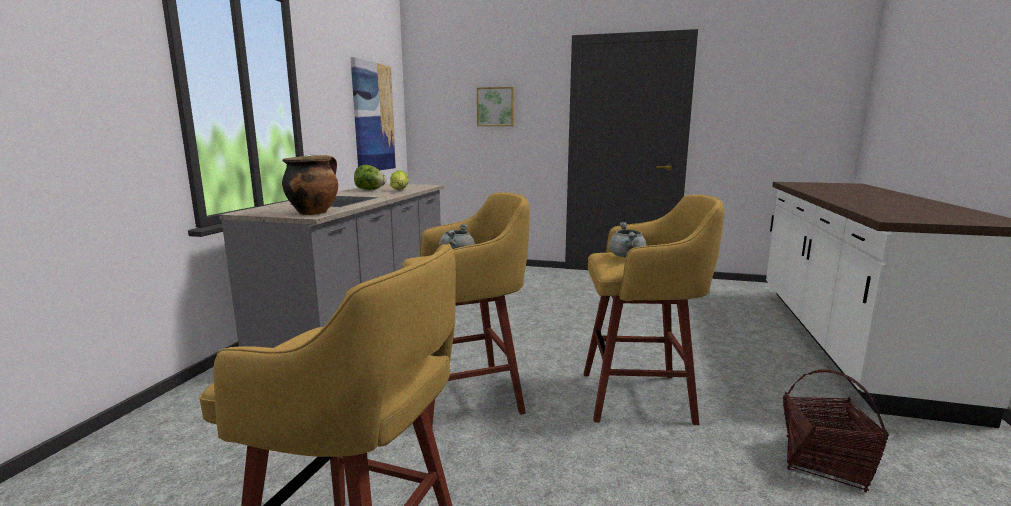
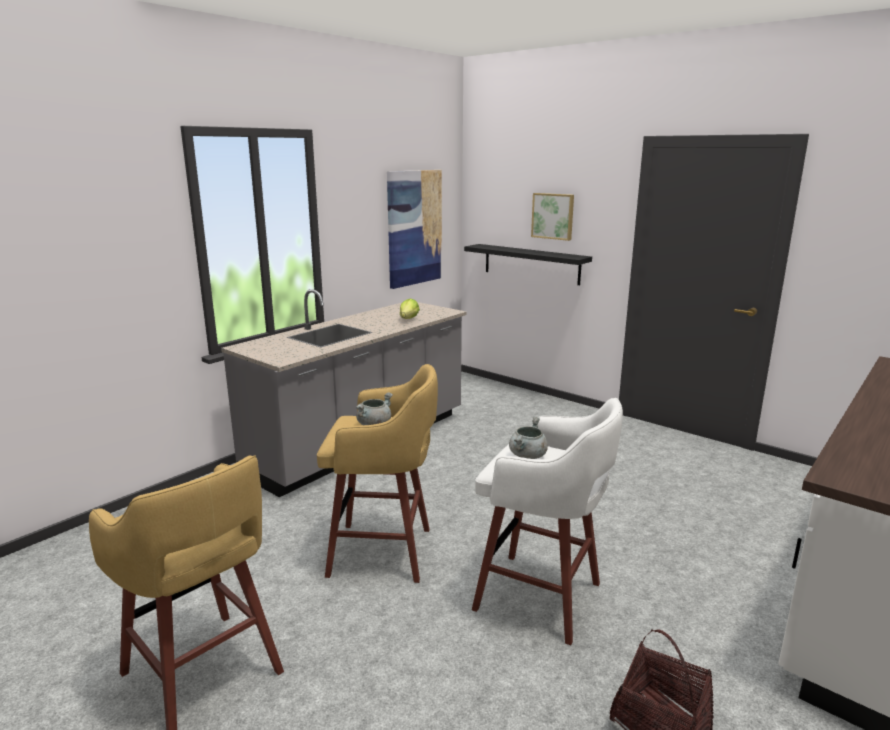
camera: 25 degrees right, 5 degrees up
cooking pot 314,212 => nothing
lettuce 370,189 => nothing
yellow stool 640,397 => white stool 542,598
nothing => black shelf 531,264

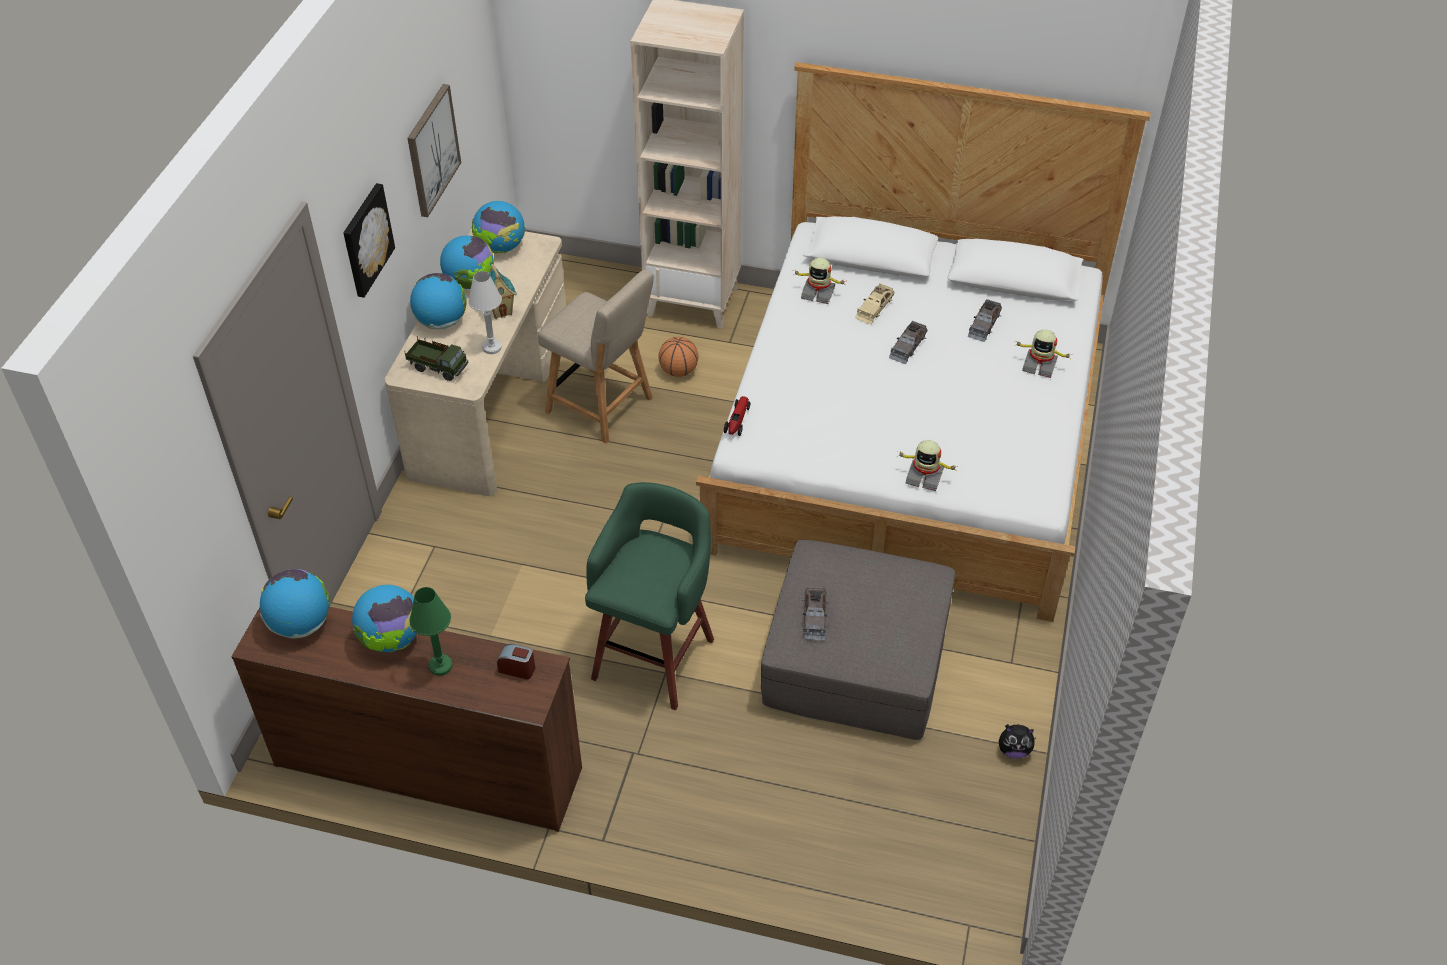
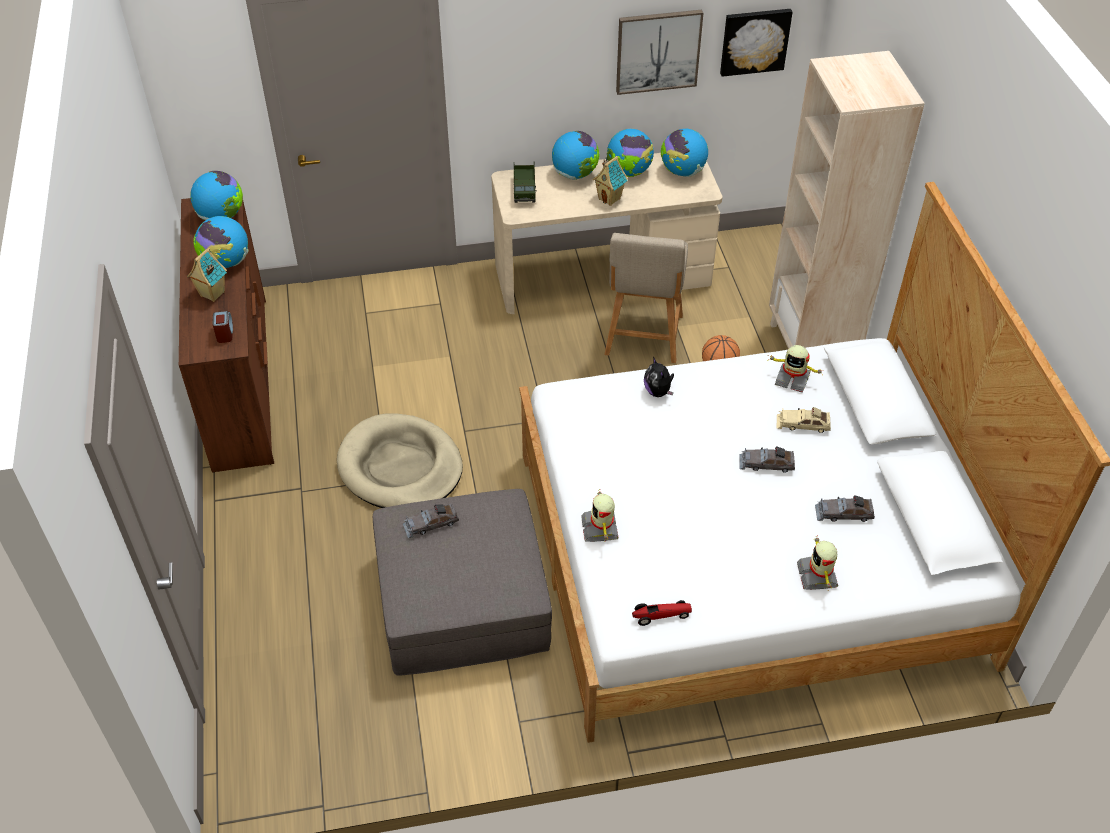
camera: 65 degrees right, 0 degrees up
picture 365,239 => picture 754,41, shifted
green table lamp 440,666 => toy house 211,294
white table lamp 492,347 => nothing
green stool 655,656 => beige dog bed 400,467
toy car 737,420 => toy car 661,615, shifted
toy robot 818,292 => toy robot 792,379, 60 degrees counterclockwise
plush toy 1014,750 => plush toy 658,391, shifted

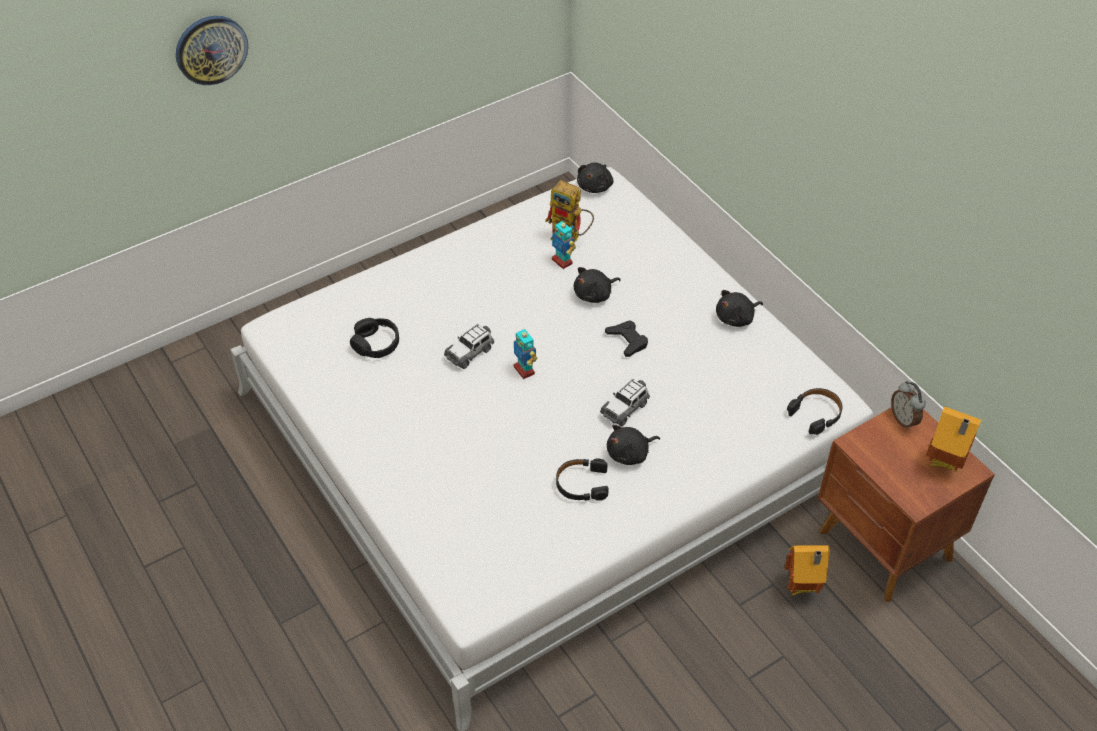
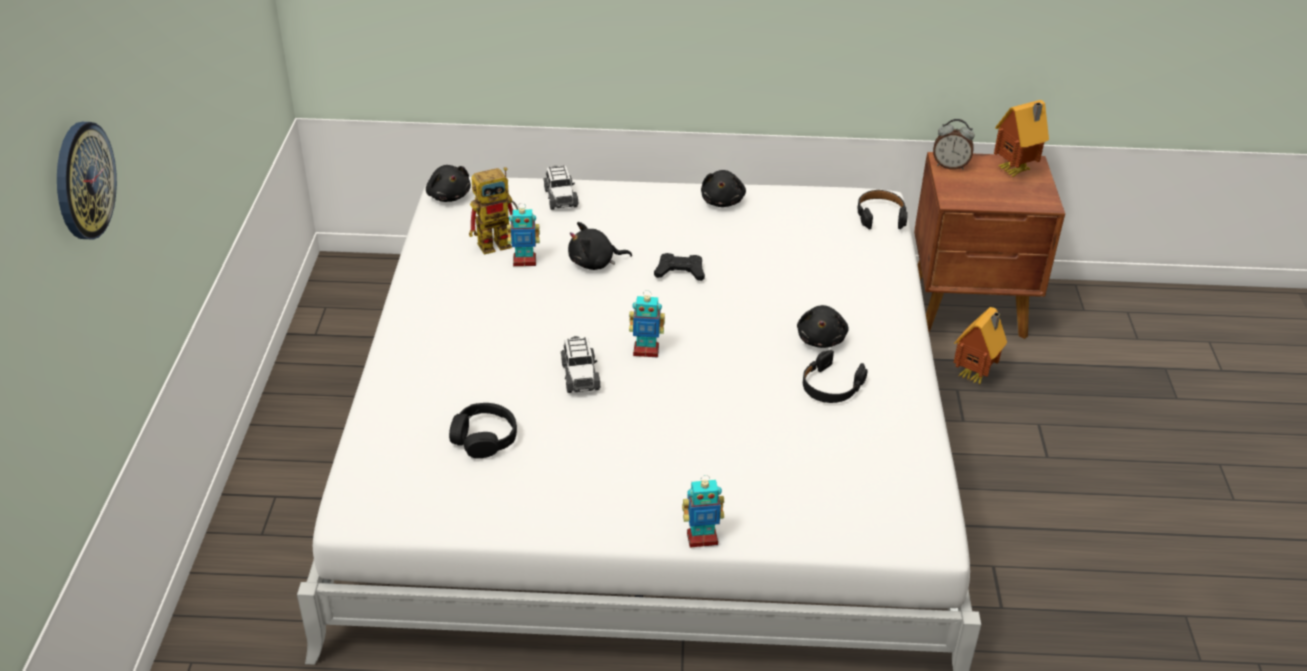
camera: 55 degrees left, 10 degrees down
black plush toy 594,294 => black plush toy 595,263, 75 degrees clockwise
toy car 625,408 => toy car 560,197, shifted
nothing => toy robot 702,538

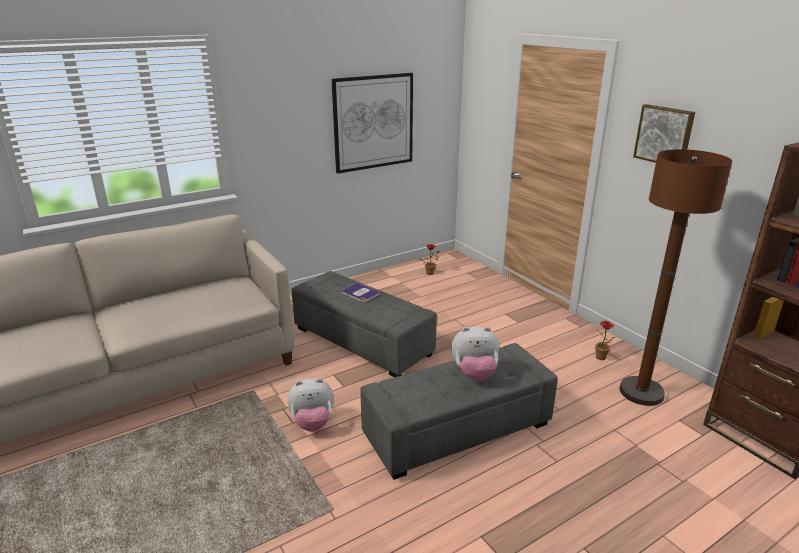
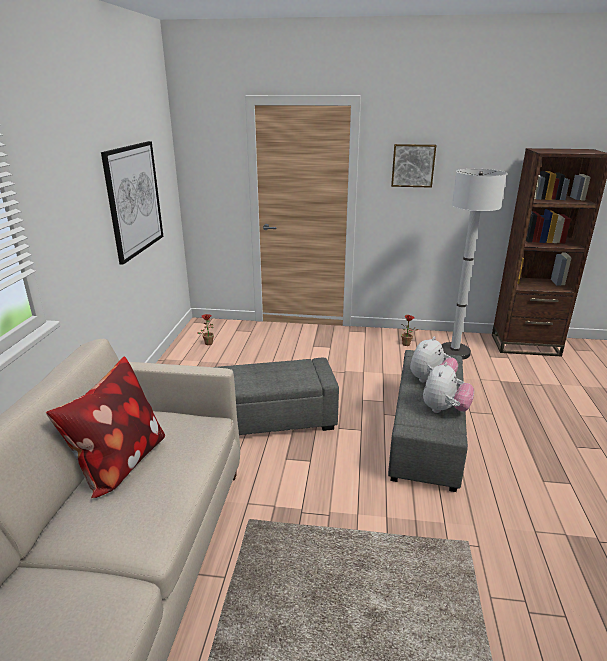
camera: 50 degrees left, 0 degrees up
plush toy 312,423 => plush toy 444,410, shifted
book 360,293 => nothing
brown floor lamp 641,392 => white floor lamp 454,352
nothing => pillow 119,463

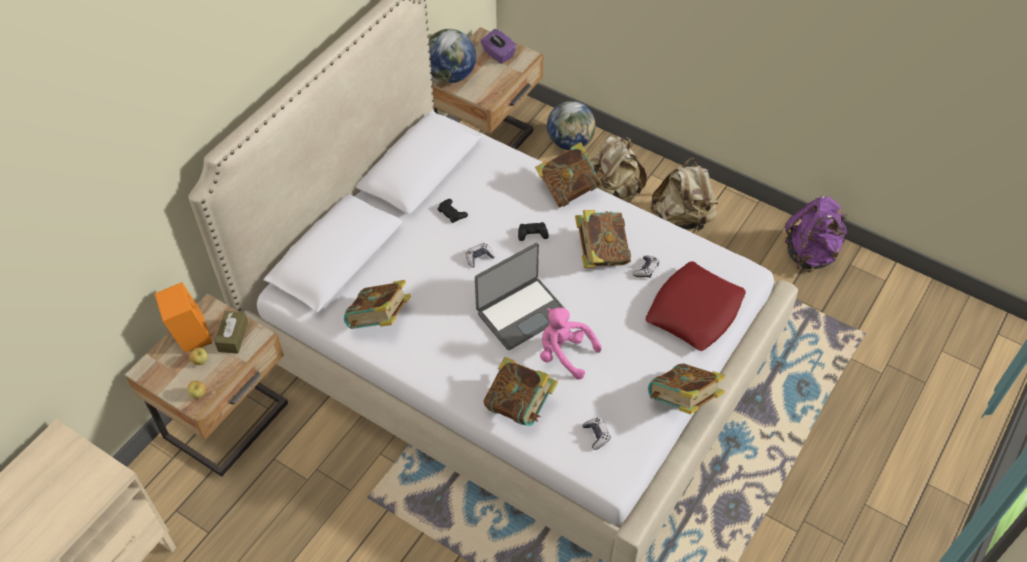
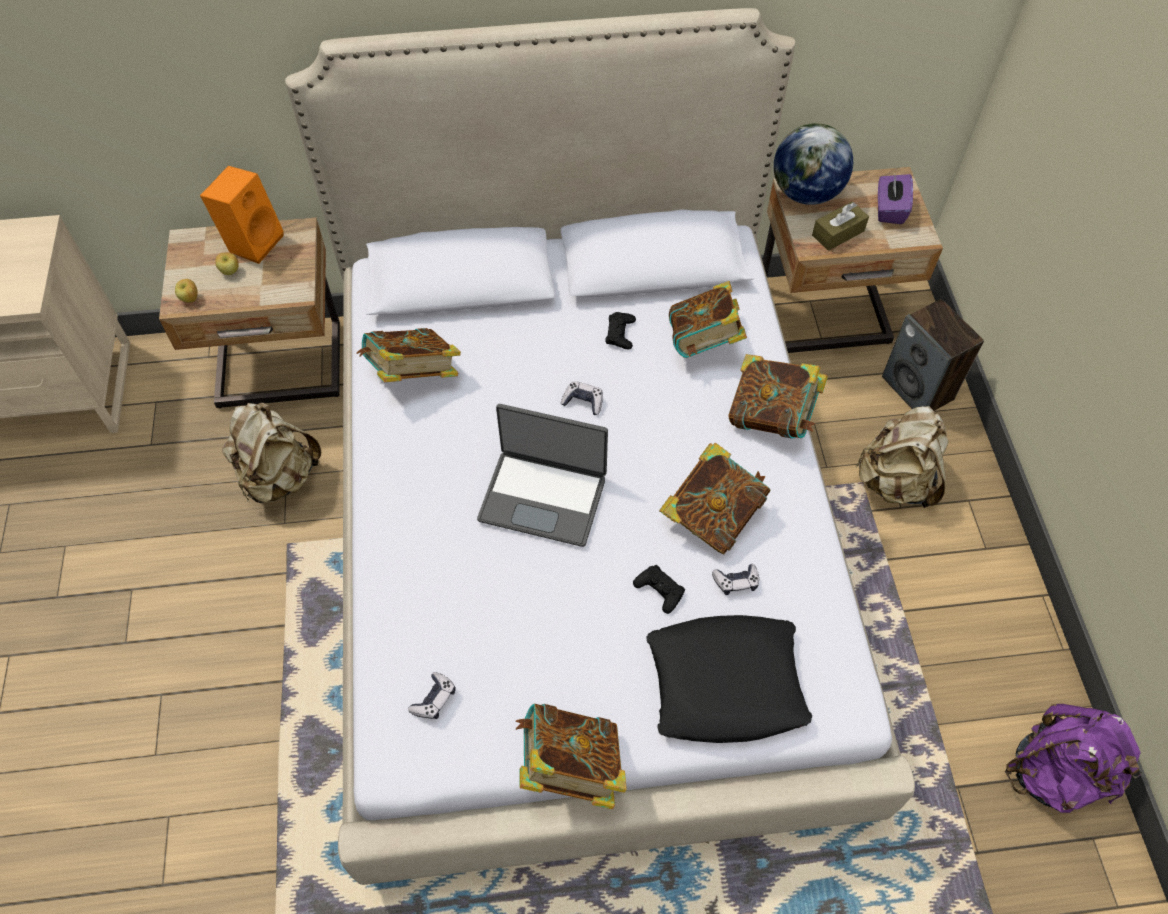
camera: 50 degrees right, 5 degrees up
brown tissue box 233,336 => brown tissue box 838,233, shifted
book 520,405 => book 704,343, shifted
black game controller 532,233 => black game controller 659,590, shifted
pink plush toy 564,354 => nothing
globe 570,142 => speaker 918,388
red pillow 694,311 => black pillow 726,683
beige backpack 682,218 => beige backpack 279,477, shifted

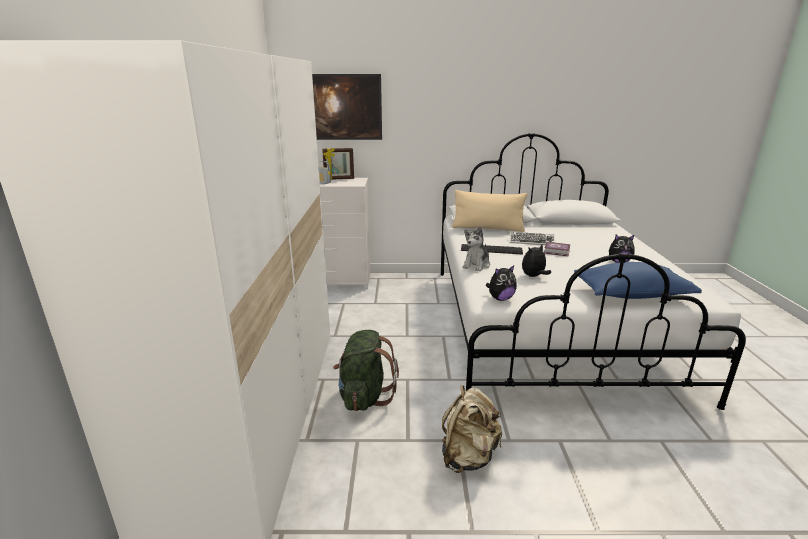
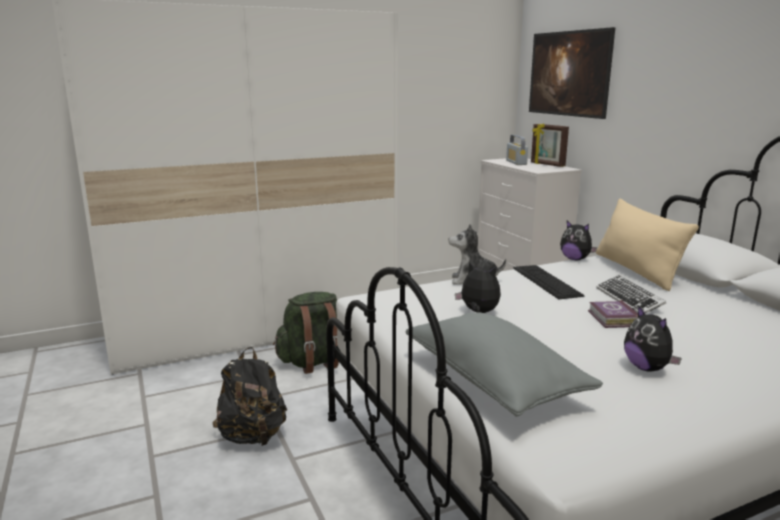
camera: 65 degrees right, 5 degrees down
beige backpack 468,456 => black backpack 253,436
plush toy 500,298 => plush toy 575,259, shifted
blue pillow 631,295 => grey pillow 493,381

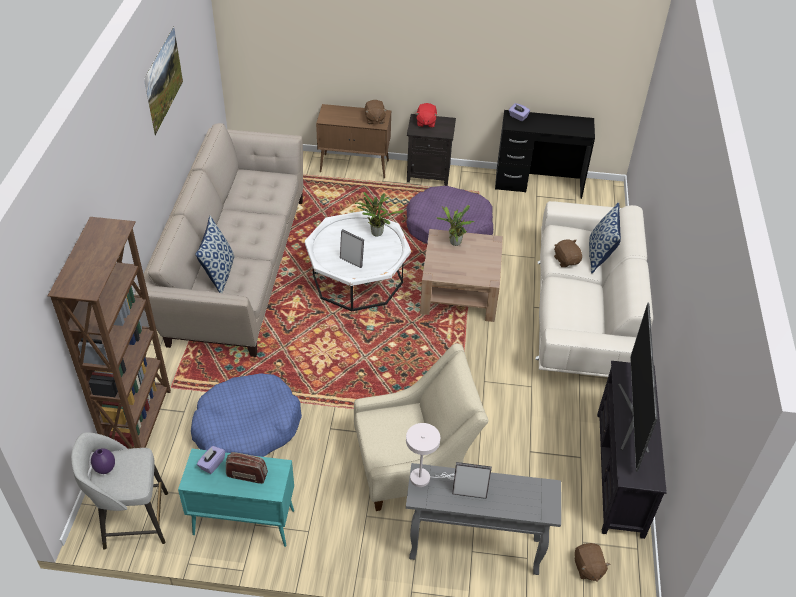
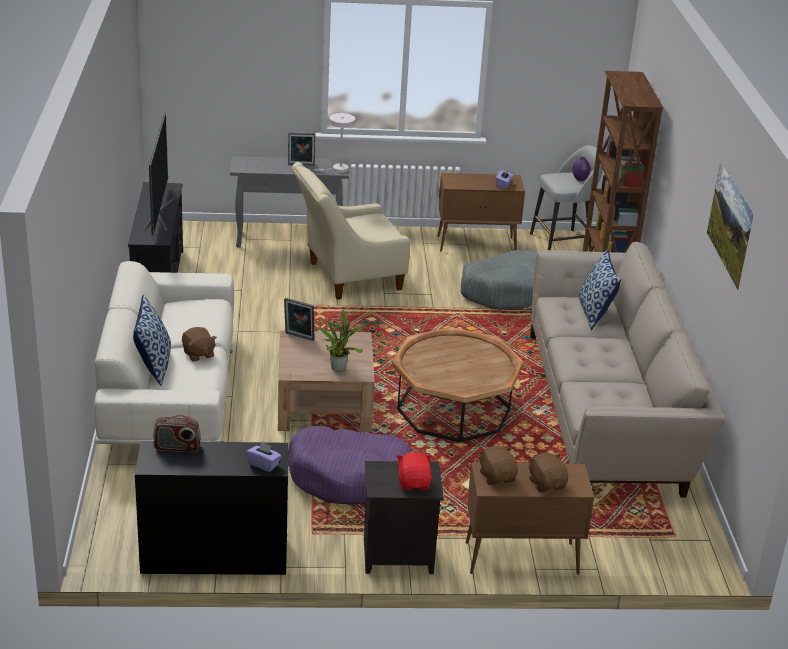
camera: 170 degrees right, 15 degrees down
turquoise cabinet 243,522 => brown cabinet 477,244
blue dog bed 247,427 => grey dog bed 507,291
radio 247,475 => radio 177,447, shifted
white coffee table 357,278 => brown coffee table 453,409
picture frame 352,261 => picture frame 298,337, shifted
potted plant 376,232 => nothing
brown plush toy 588,568 => brown plush toy 547,484, shifted

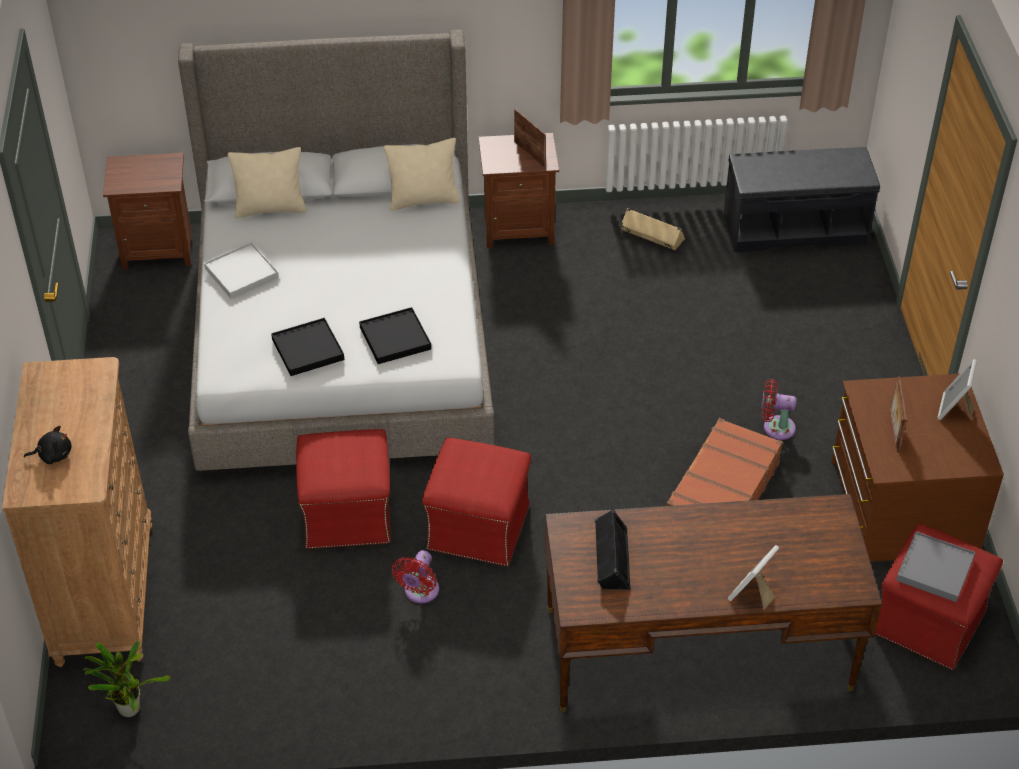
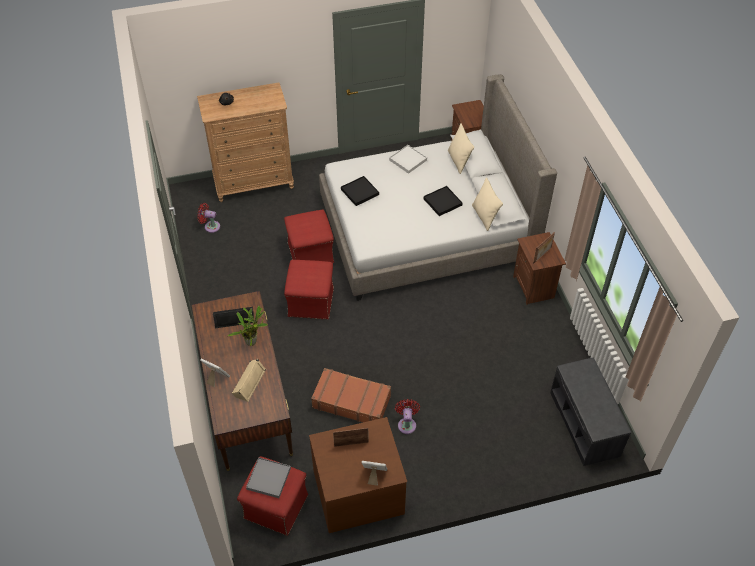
camera: 80 degrees right, 5 degrees up
potted plant 128,707 => potted plant 252,341, shifted
black tray 395,338 => black tray 442,202, shifted
red fan 420,592 => red fan 210,226, shifted
beige speaker 651,236 => beige speaker 248,382, shifted

